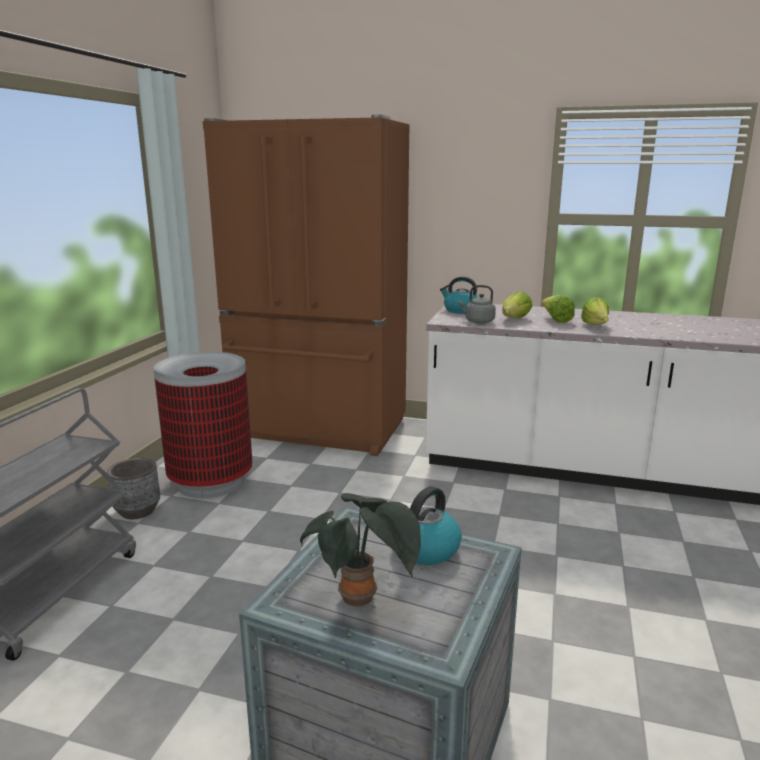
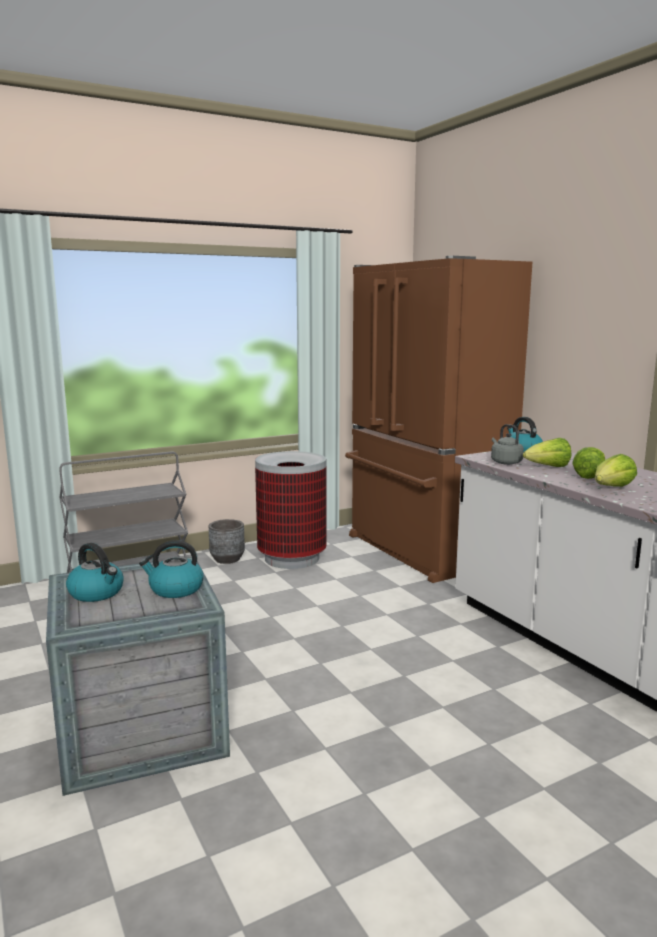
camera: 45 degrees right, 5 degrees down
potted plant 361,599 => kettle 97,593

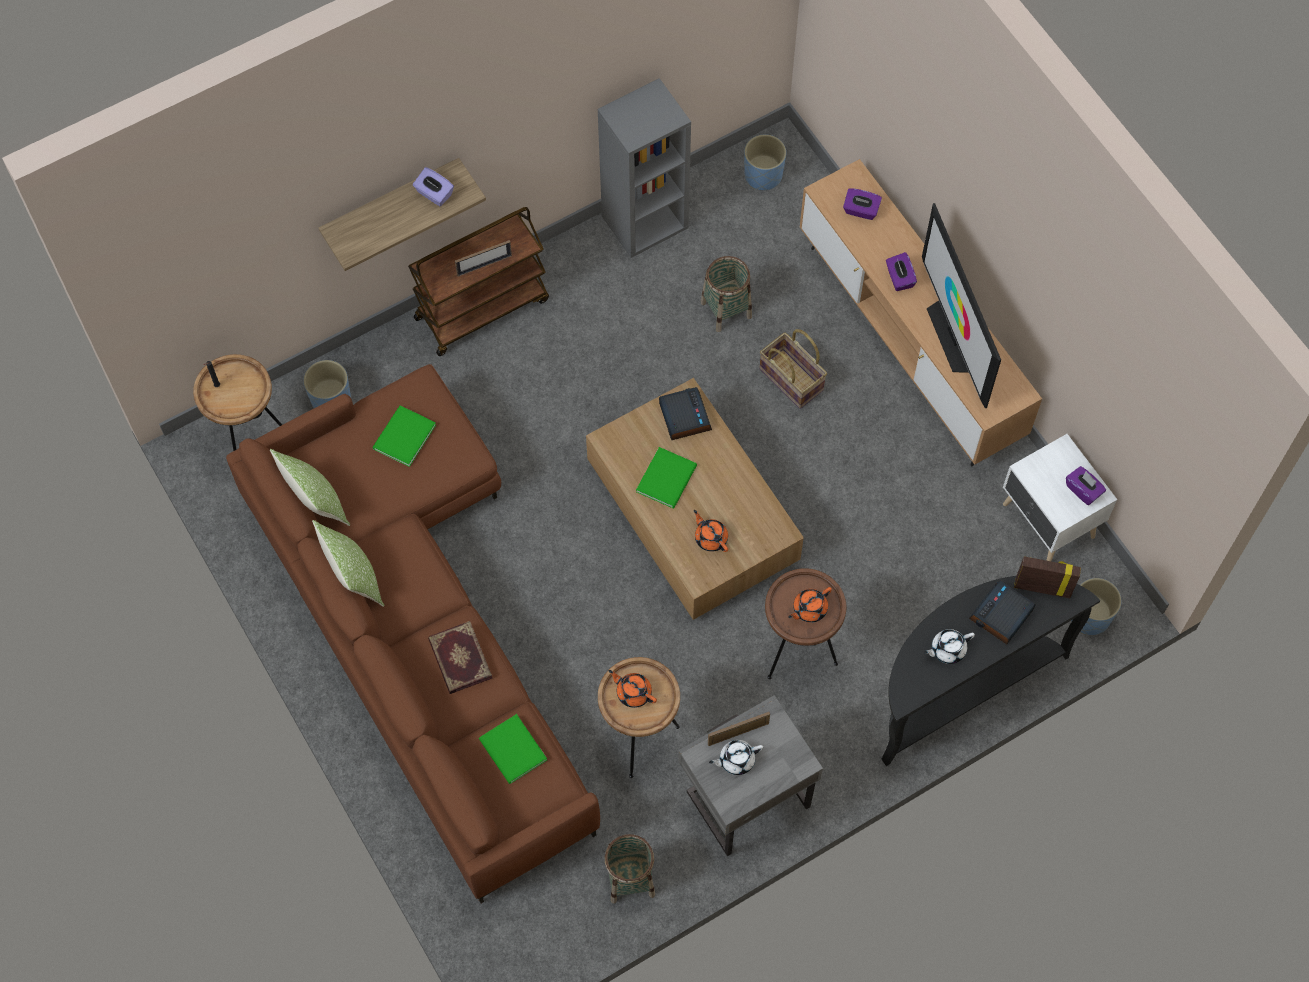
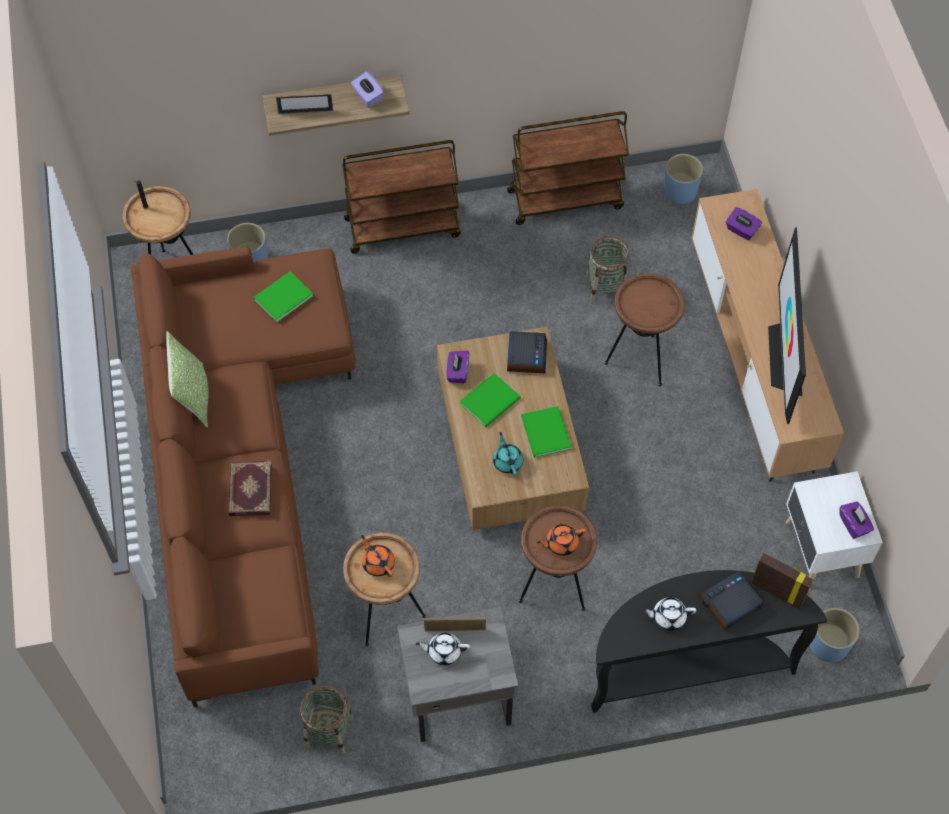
camera: 20 degrees right, 5 degrees down
pillow 316,502 => nothing
picture frame 484,265 => picture frame 305,111, shifted
green book 512,752 => green book 545,434, shifted
grey bookcase 645,221 => brown cart 566,198
orange teapot 710,538 => turquoise teapot 507,461
basket 792,379 => brown side table 639,361
purple tissue box 899,278 => purple tissue box 457,372, shifted

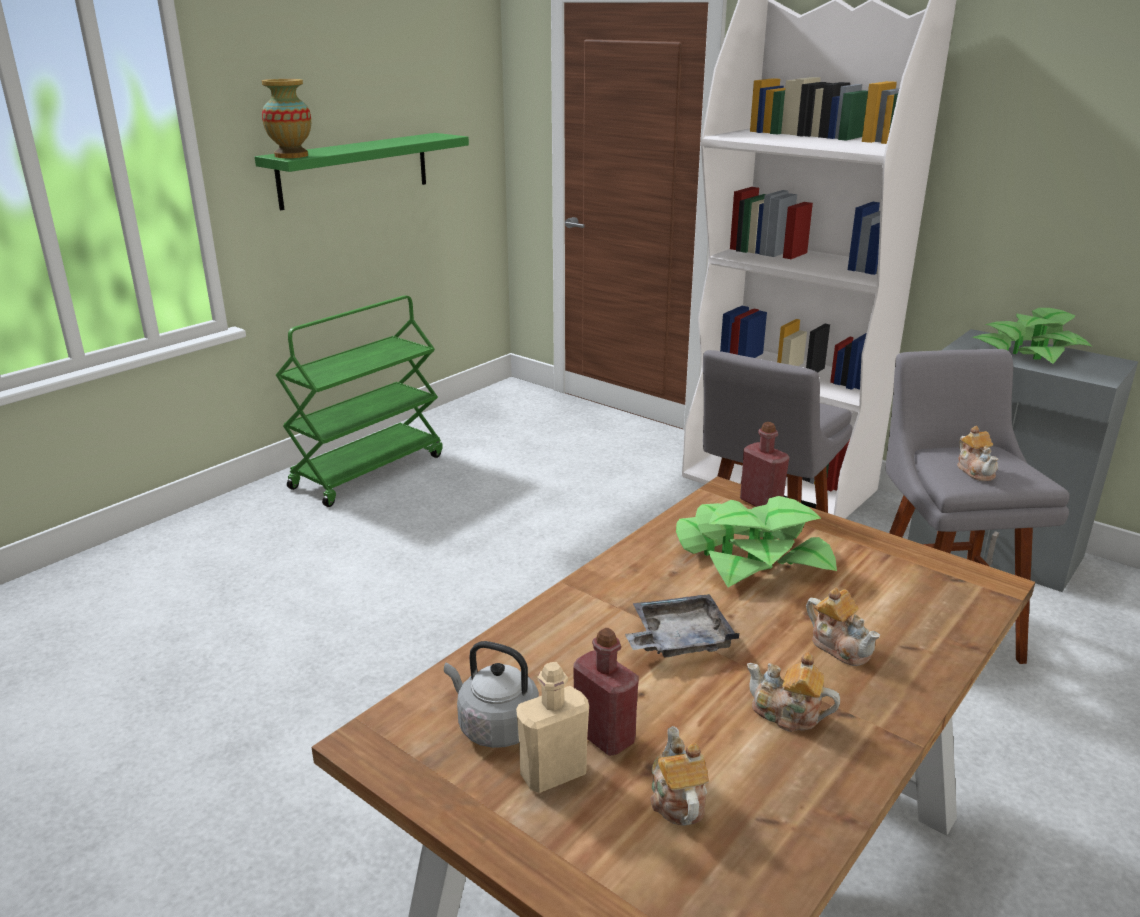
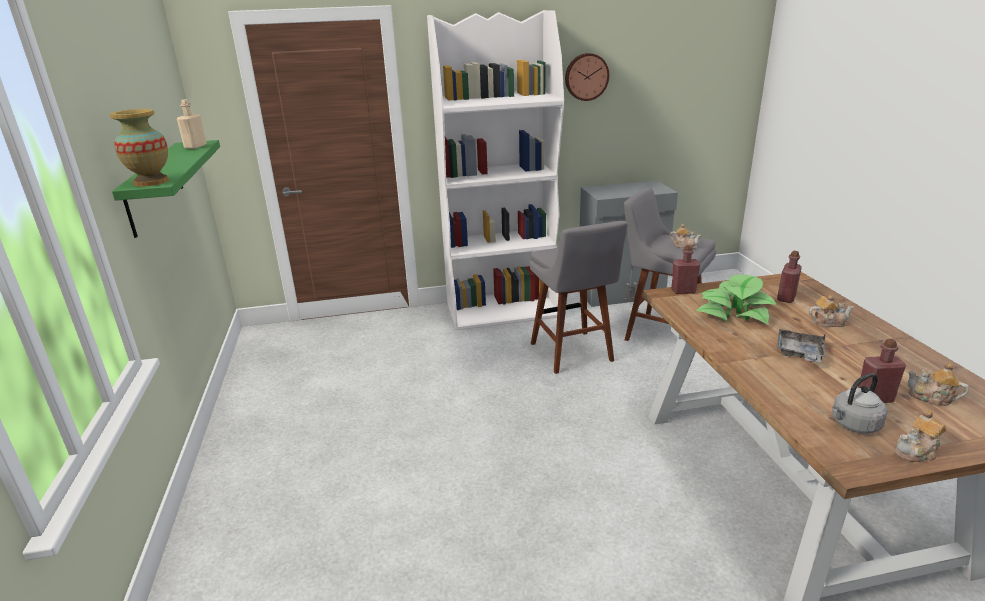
camera: 50 degrees left, 0 degrees up
green cart 368,470 => nothing
beige bottle 553,773 => beige bottle 195,147, shifted
teapot 787,714 => teapot 916,452, shifted
potted plant 1029,351 => nothing
nothing => wall clock 586,77
nothing => red bottle 786,298

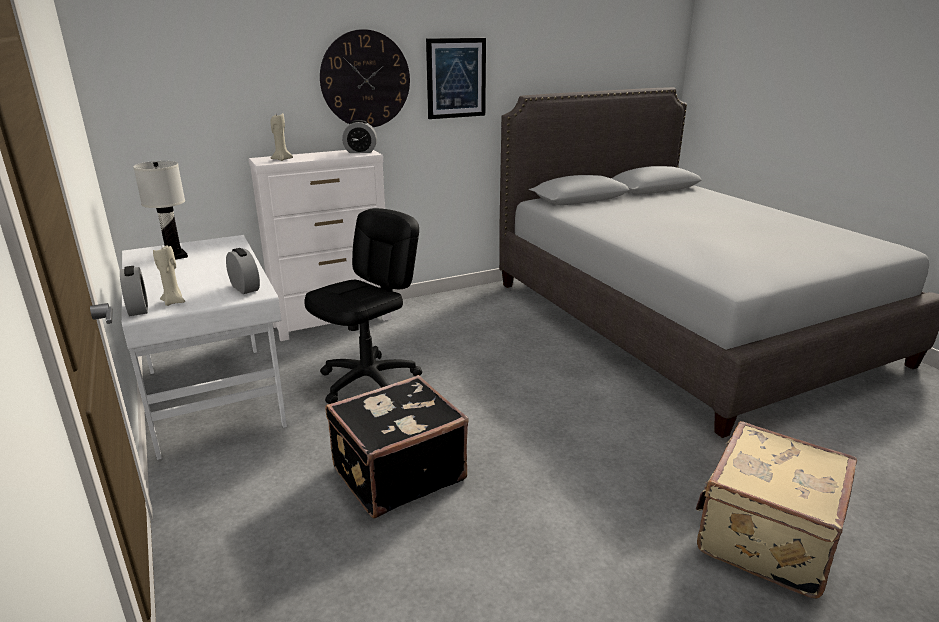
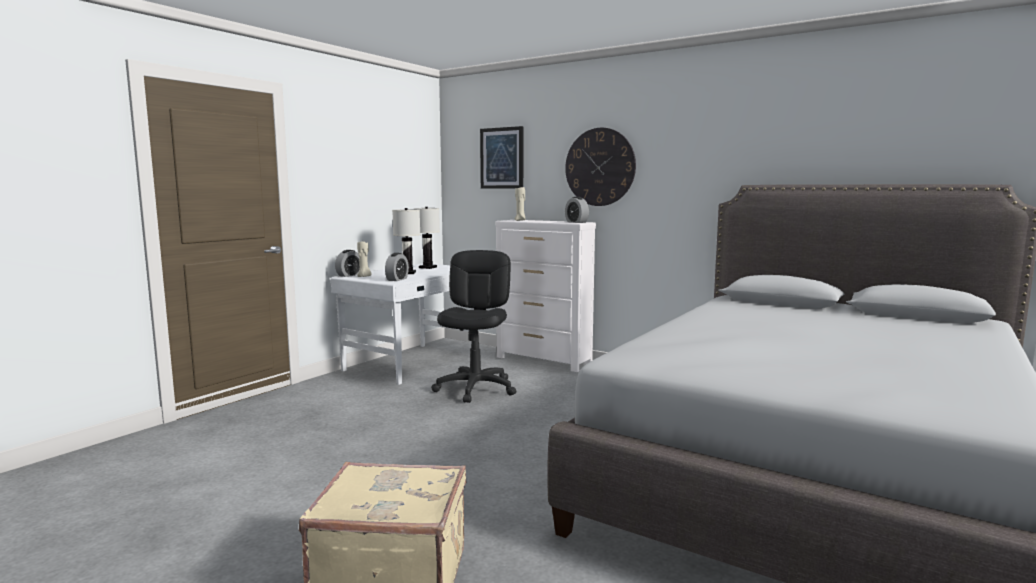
camera: 60 degrees right, 15 degrees down
black office chair 369,382 => black office chair 476,388, 90 degrees counterclockwise
black suitcase 397,472 => nothing
picture 456,78 => picture 502,158, shifted
nothing => white table lamp 408,273

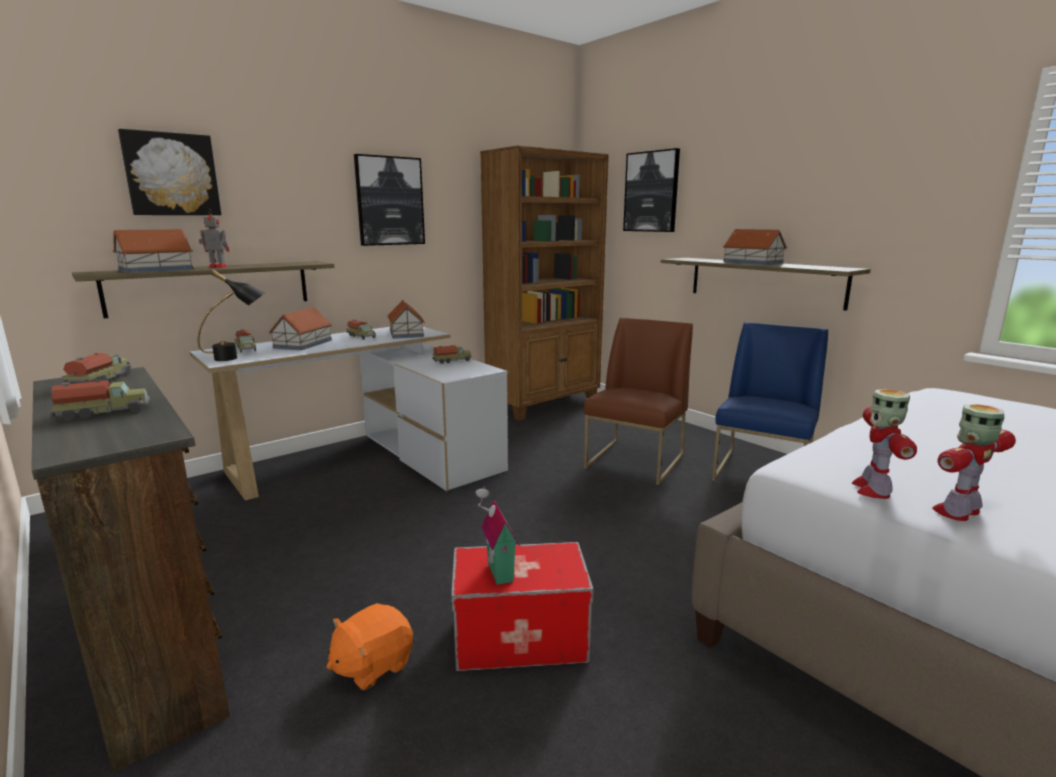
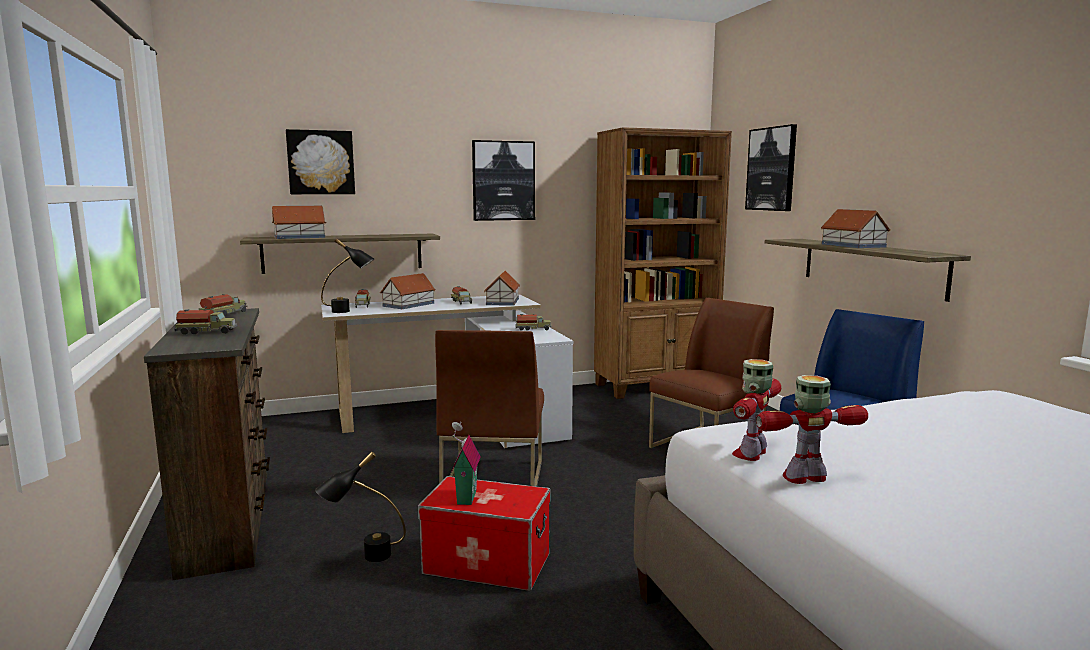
camera: 20 degrees right, 5 degrees down
toy robot 217,267 => nothing
orange plush toy 372,665 => black table lamp 364,557
nothing => brown chair 492,479

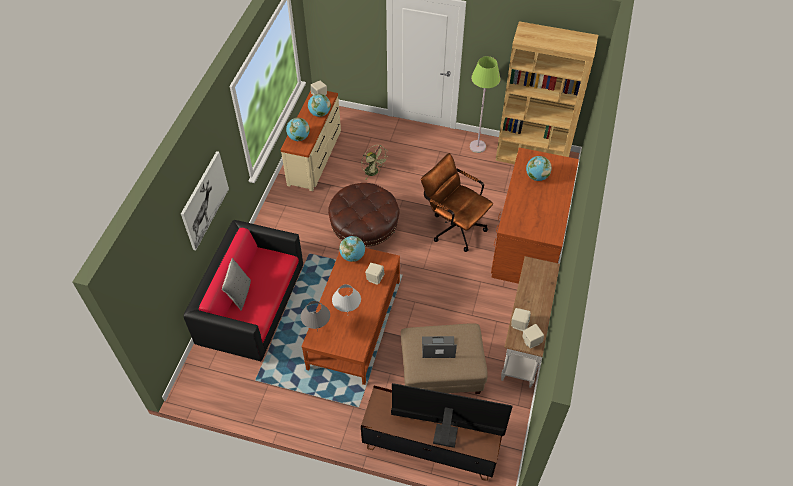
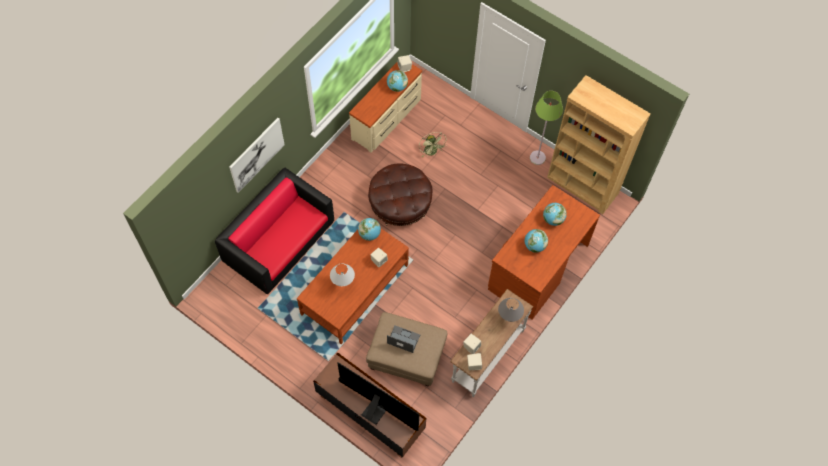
camera: 20 degrees right, 10 degrees up
grey pillow 239,294 => nothing
globe 299,138 => globe 534,246, shifted
grey table lamp 317,331 => grey table lamp 508,319, shifted
brown office chair 454,226 => nothing

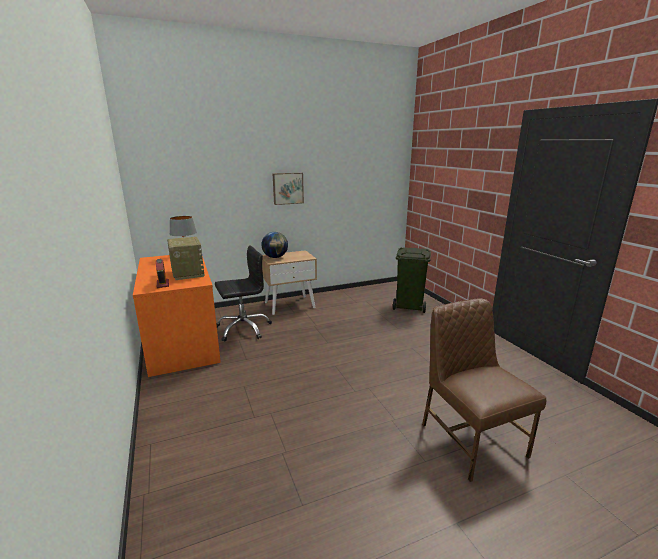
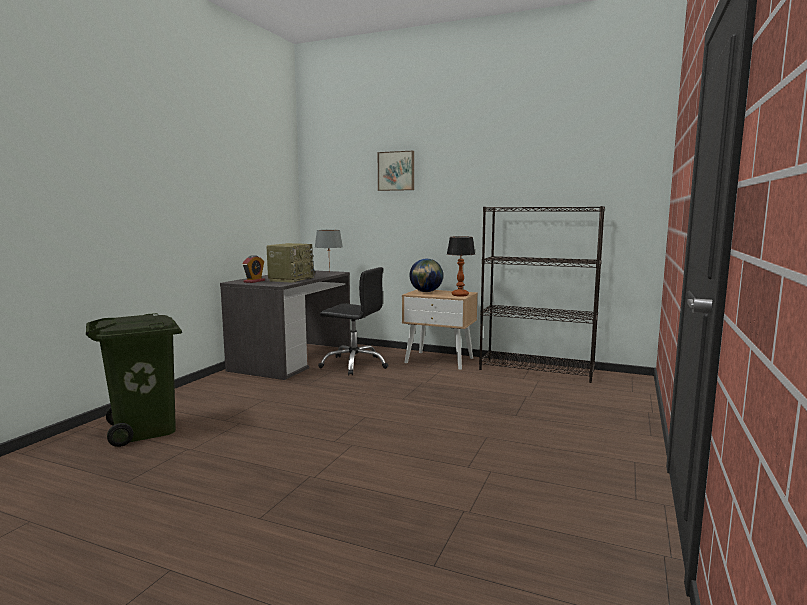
camera: 45 degrees right, 10 degrees down
orange desk 182,341 => grey desk 292,358
picture 287,188 => picture 396,171, shifted
green trash can 410,306 => green trash can 145,430, shifted
brown chair 470,439 => nothing
nothing => table lamp 460,295
nothing => black bookcase 537,370

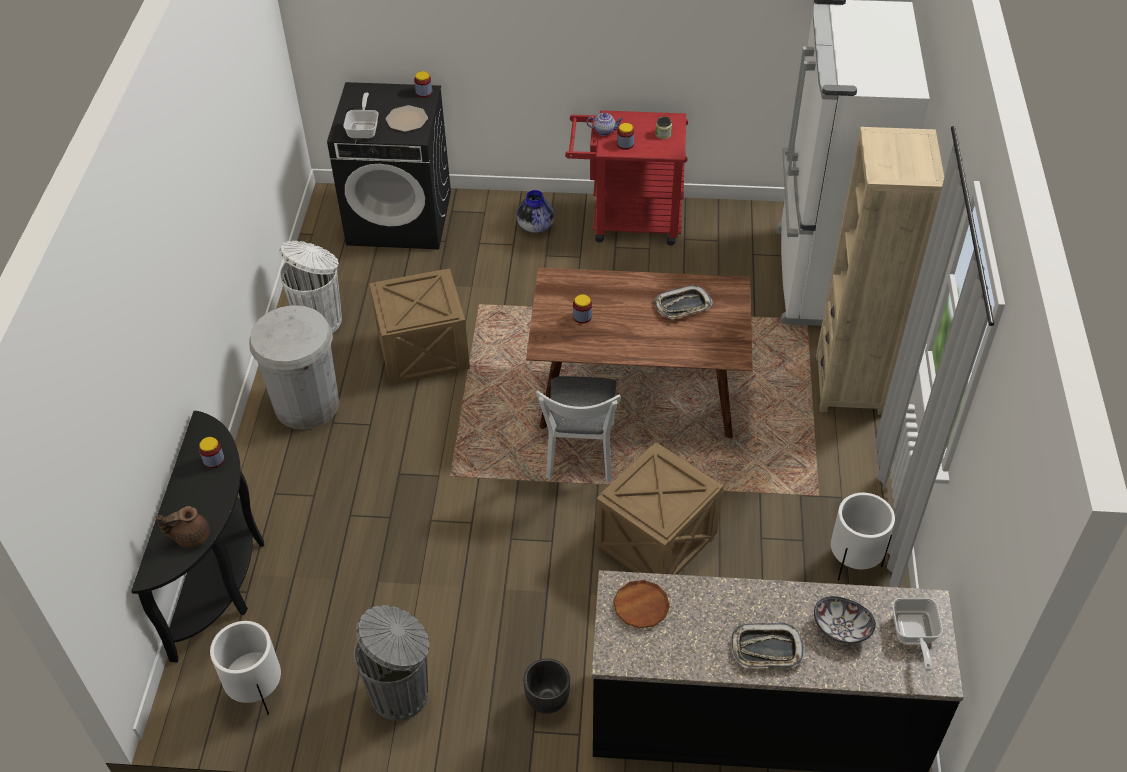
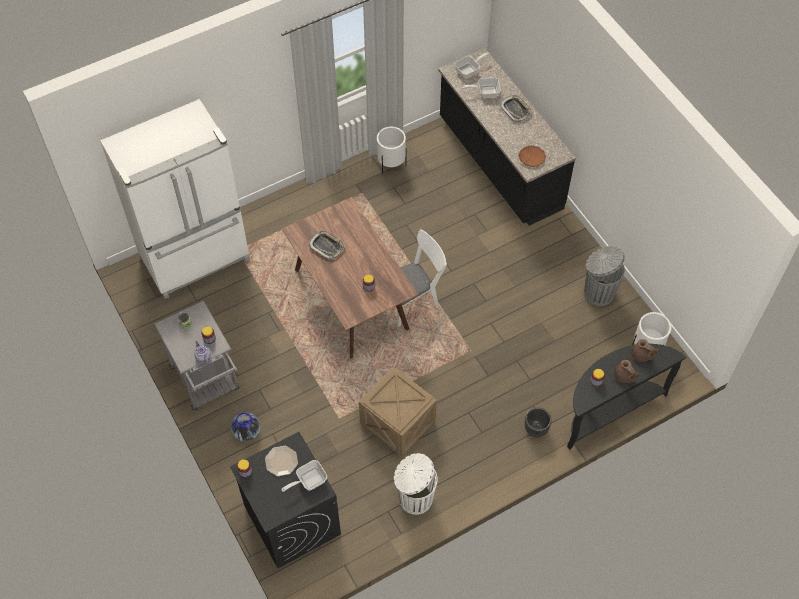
camera: 125 degrees left, 10 degrees up
white trash can 306,404 => nothing
black planter 548,701 => black planter 536,429, shifted
red cart 627,221 => grey cart 207,382
crate 655,541 => nothing
bowl 842,628 => frying pan 485,92
beige bookcase 850,384 => nothing
nothing => brown teapot 623,376

